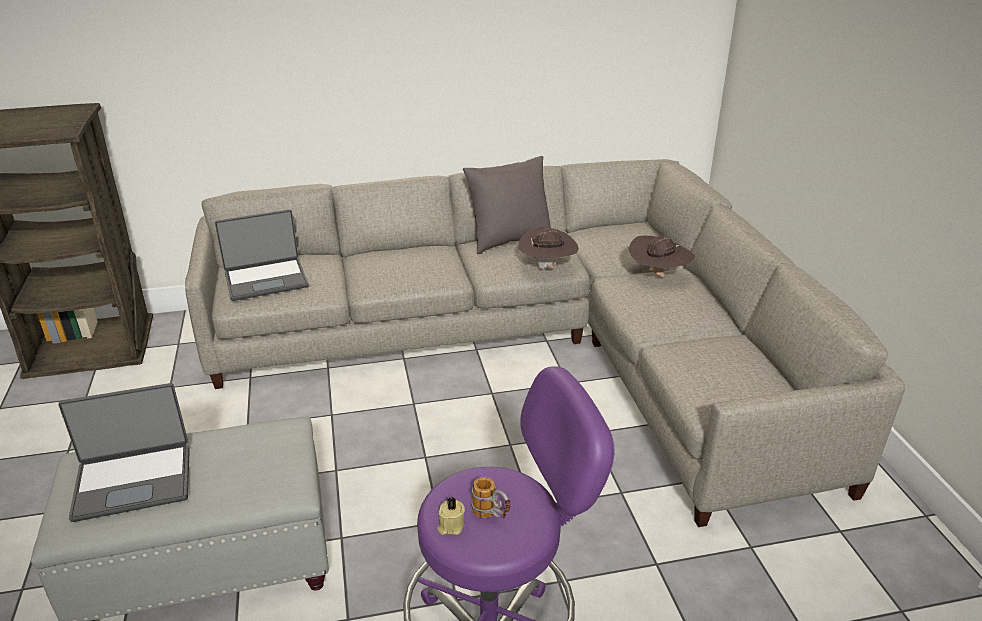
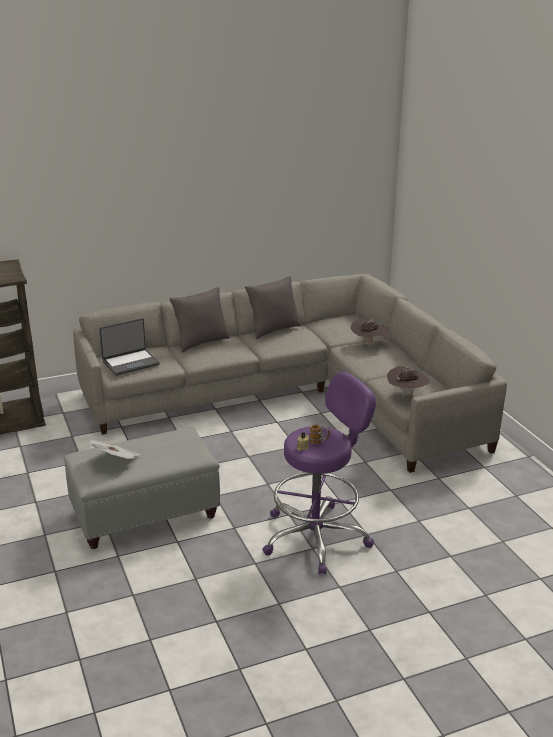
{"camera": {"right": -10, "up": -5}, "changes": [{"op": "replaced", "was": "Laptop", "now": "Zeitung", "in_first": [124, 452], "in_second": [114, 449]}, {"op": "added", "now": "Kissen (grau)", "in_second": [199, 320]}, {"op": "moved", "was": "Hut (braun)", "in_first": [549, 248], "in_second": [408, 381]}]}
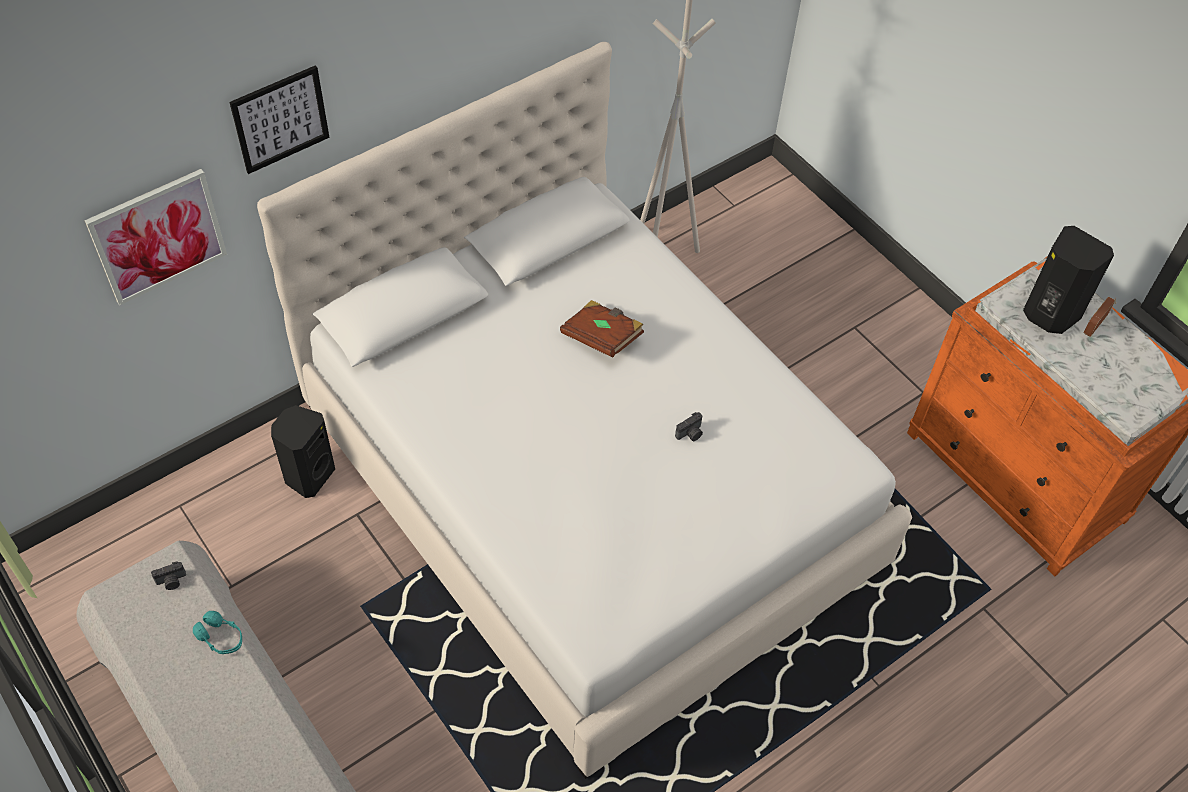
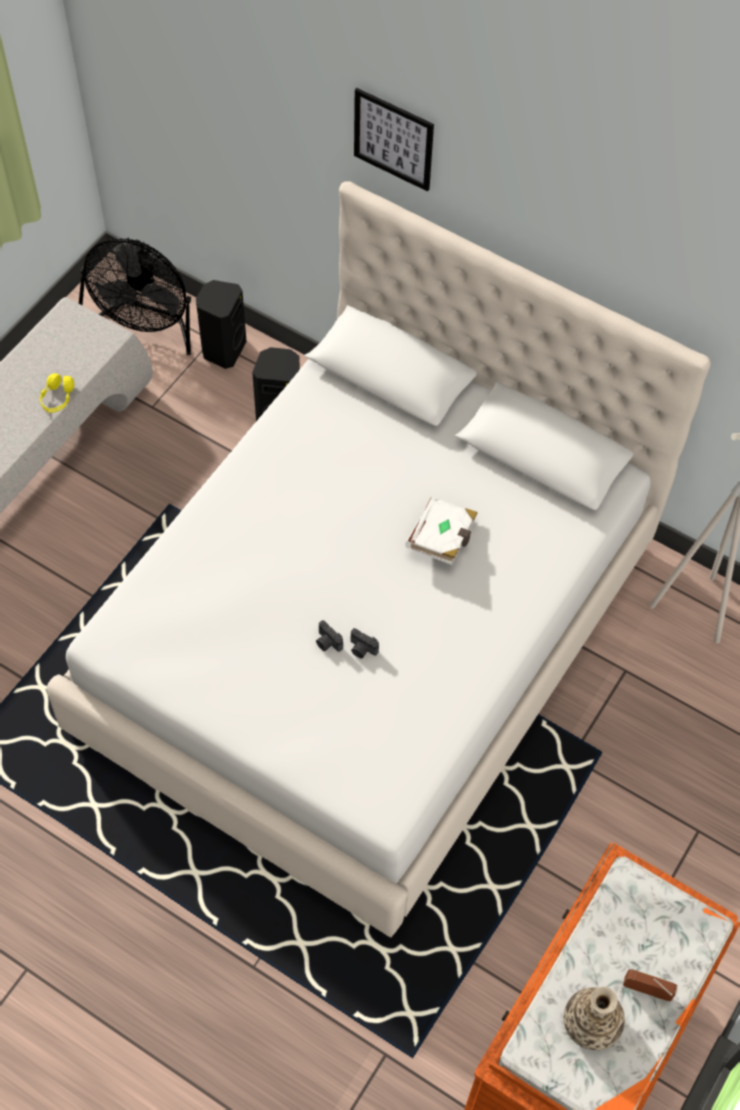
{"camera": {"right": 70, "up": 5}, "changes": [{"op": "recoloured", "was": "Kopfhörer (türkis)", "now": "Kopfhörer (gelb)", "in_first": [217, 632], "in_second": [57, 393]}, {"op": "added", "now": "Ventilator (schwarz)", "in_second": [135, 296]}, {"op": "moved", "was": "Lautsprecher (schwarz)", "in_first": [1068, 280], "in_second": [221, 324]}, {"op": "moved", "was": "Kamera", "in_first": [168, 575], "in_second": [329, 636]}, {"op": "recoloured", "was": "Buch (braun)", "now": "Buch (weiß)", "in_first": [602, 329], "in_second": [441, 531]}, {"op": "added", "now": "Vase", "in_second": [594, 1018]}, {"op": "removed", "was": "Bild", "in_first": [155, 237]}]}
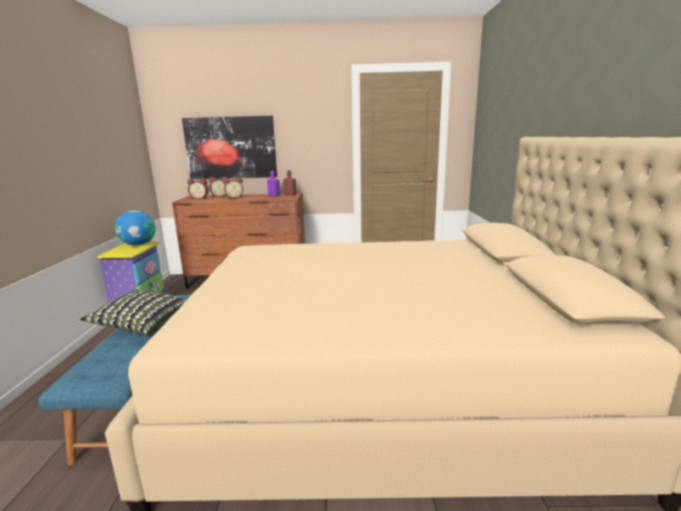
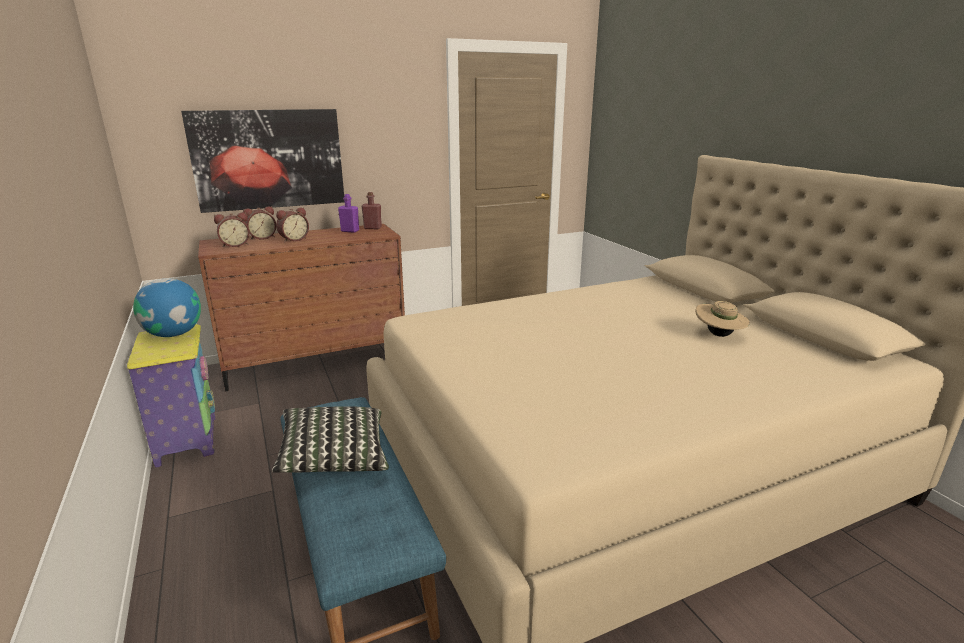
{"camera": {"right": -25, "up": 5}, "changes": [{"op": "added", "now": "Hut (beige)", "in_second": [722, 319]}]}
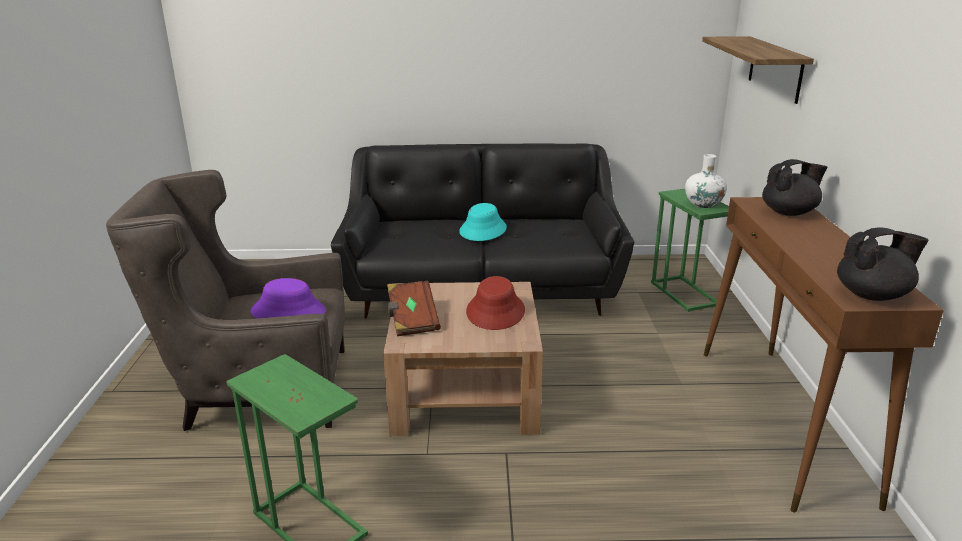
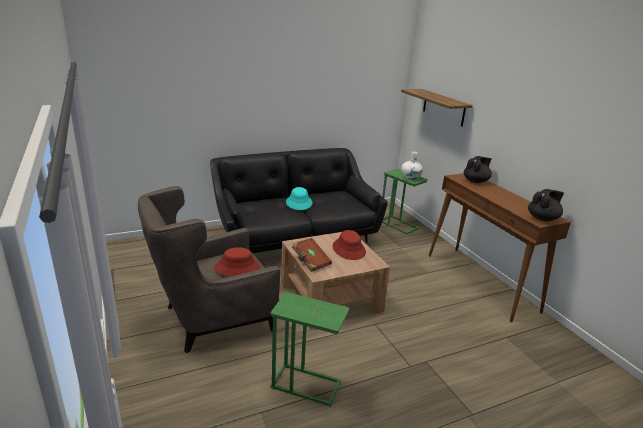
{"camera": {"right": -25, "up": 0}, "changes": [{"op": "recoloured", "was": "Hut (lila)", "now": "Hut (rot)", "in_first": [288, 298], "in_second": [237, 261]}]}
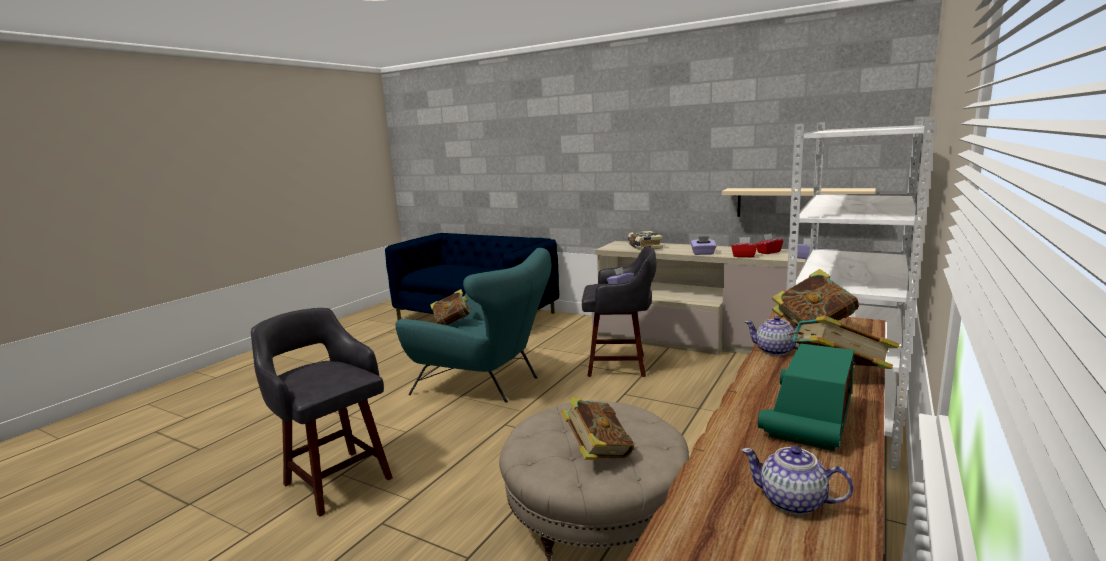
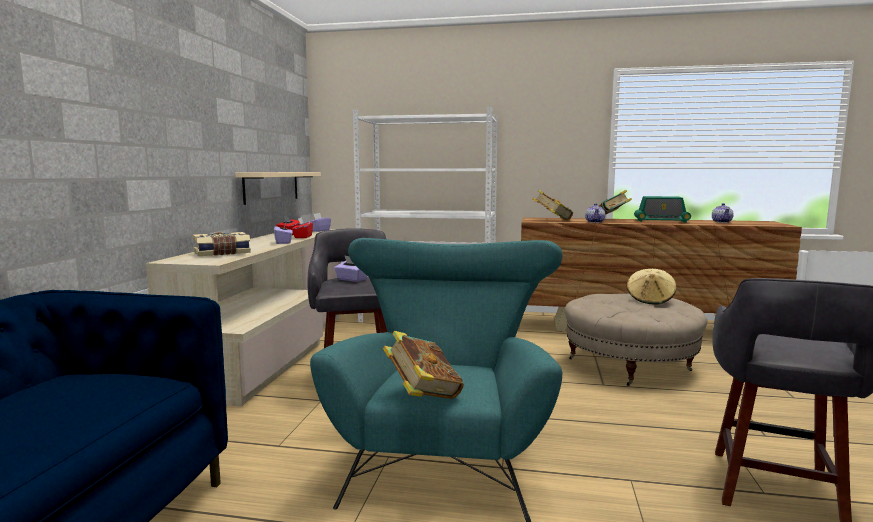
{"camera": {"right": -110, "up": -5}, "changes": [{"op": "replaced", "was": "Buch", "now": "Hut (beige)", "in_first": [597, 428], "in_second": [651, 287]}]}
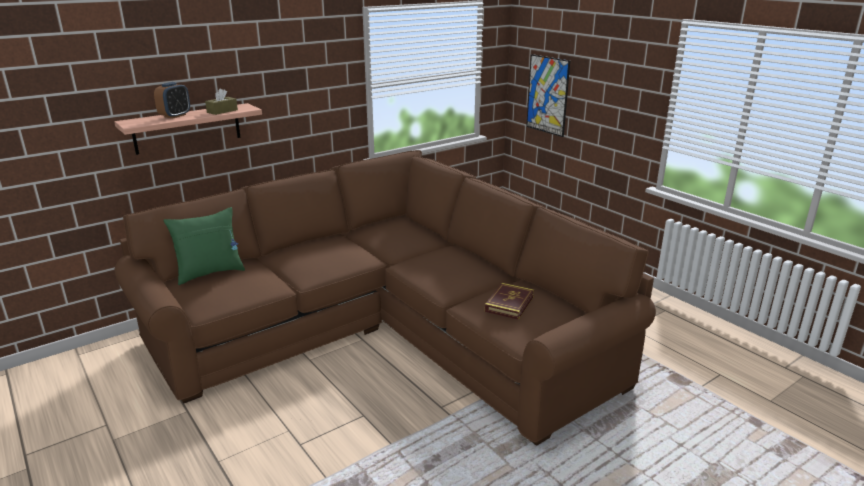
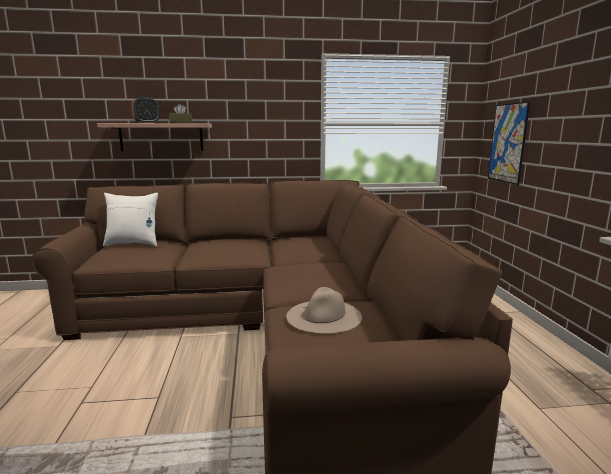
{"camera": {"right": 30, "up": -10}, "changes": [{"op": "recoloured", "was": "Kissen (grün)", "now": "Kissen (weiß)", "in_first": [204, 246], "in_second": [130, 220]}, {"op": "replaced", "was": "Buch", "now": "Hut (beige)", "in_first": [509, 301], "in_second": [324, 310]}]}
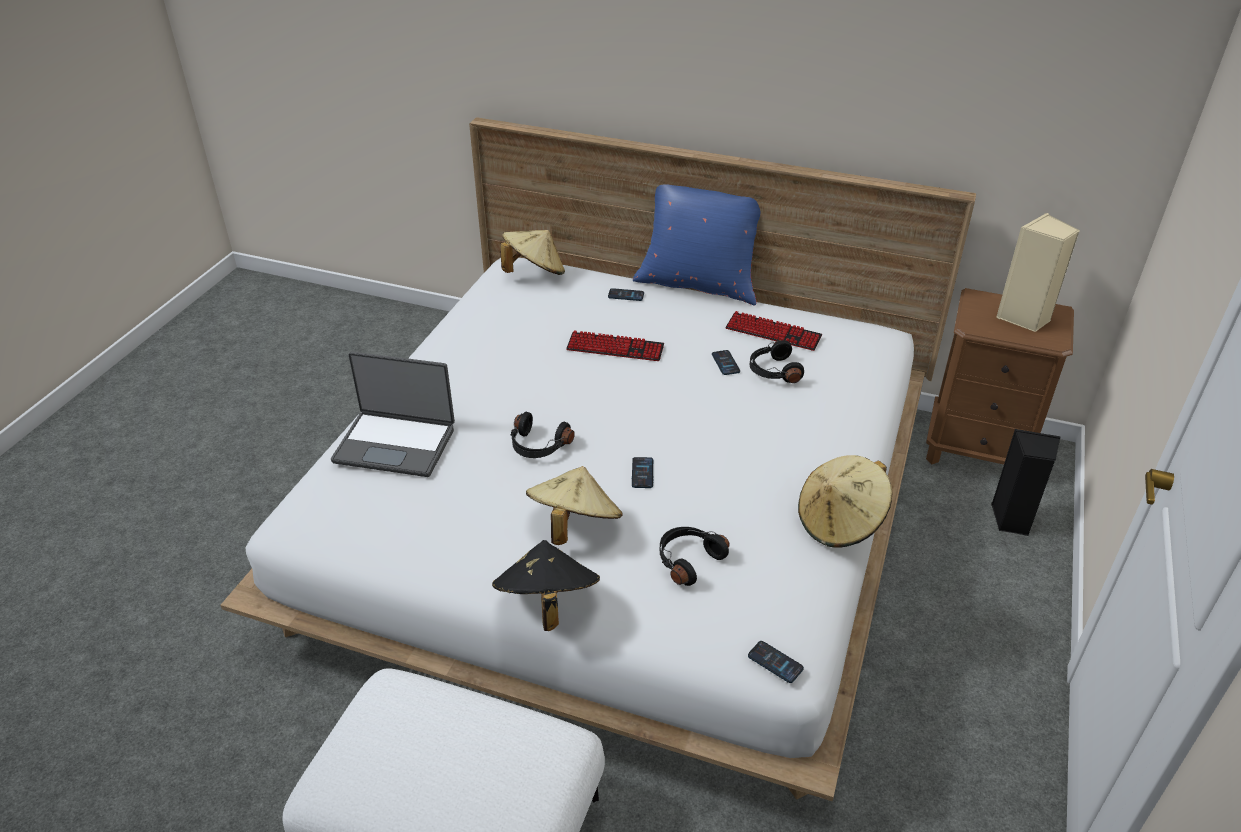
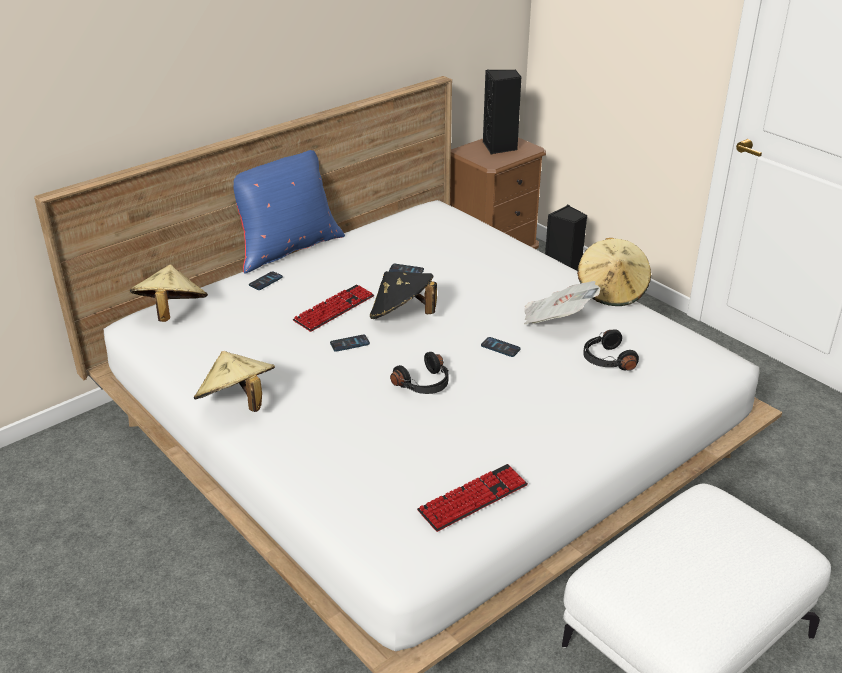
{"camera": {"right": -60, "up": -5}, "changes": [{"op": "moved", "was": "Hut (beige)", "in_first": [574, 505], "in_second": [234, 381]}, {"op": "moved", "was": "Handy", "in_first": [776, 662], "in_second": [350, 343]}, {"op": "moved", "was": "Hut (schwarz)", "in_first": [546, 585], "in_second": [403, 295]}, {"op": "moved", "was": "Tastatur", "in_first": [773, 331], "in_second": [472, 498]}, {"op": "recoloured", "was": "Lautsprecher (beige)", "now": "Lautsprecher (schwarz)", "in_first": [1038, 272], "in_second": [502, 111]}, {"op": "added", "now": "Zeitung", "in_second": [562, 303]}, {"op": "removed", "was": "Laptop", "in_first": [393, 414]}, {"op": "removed", "was": "Kopfhörer (schwarz)", "in_first": [776, 361]}]}
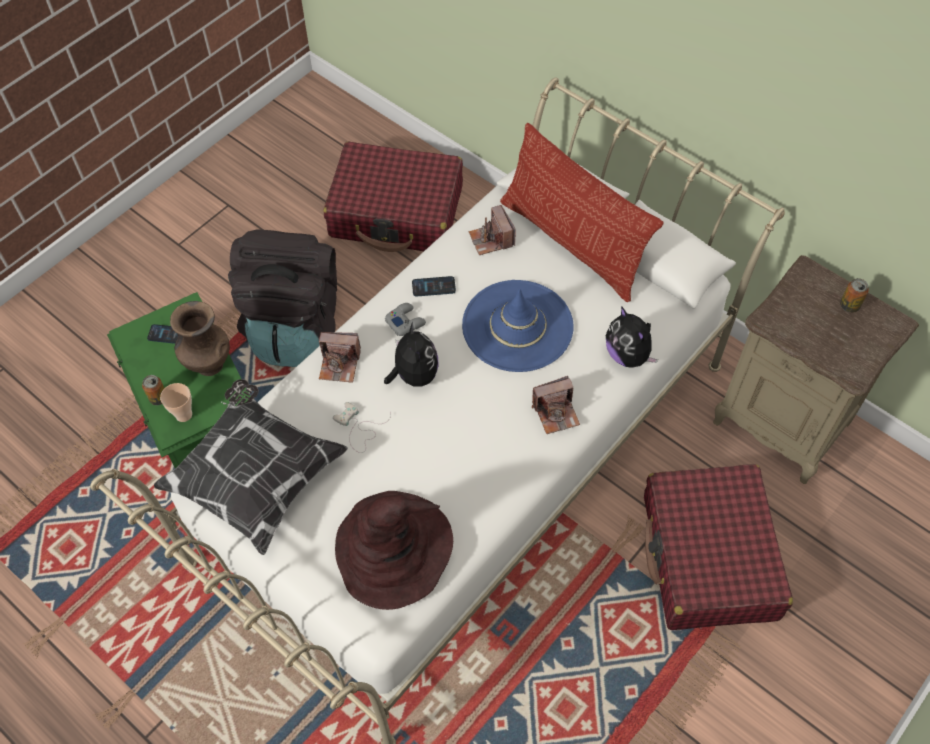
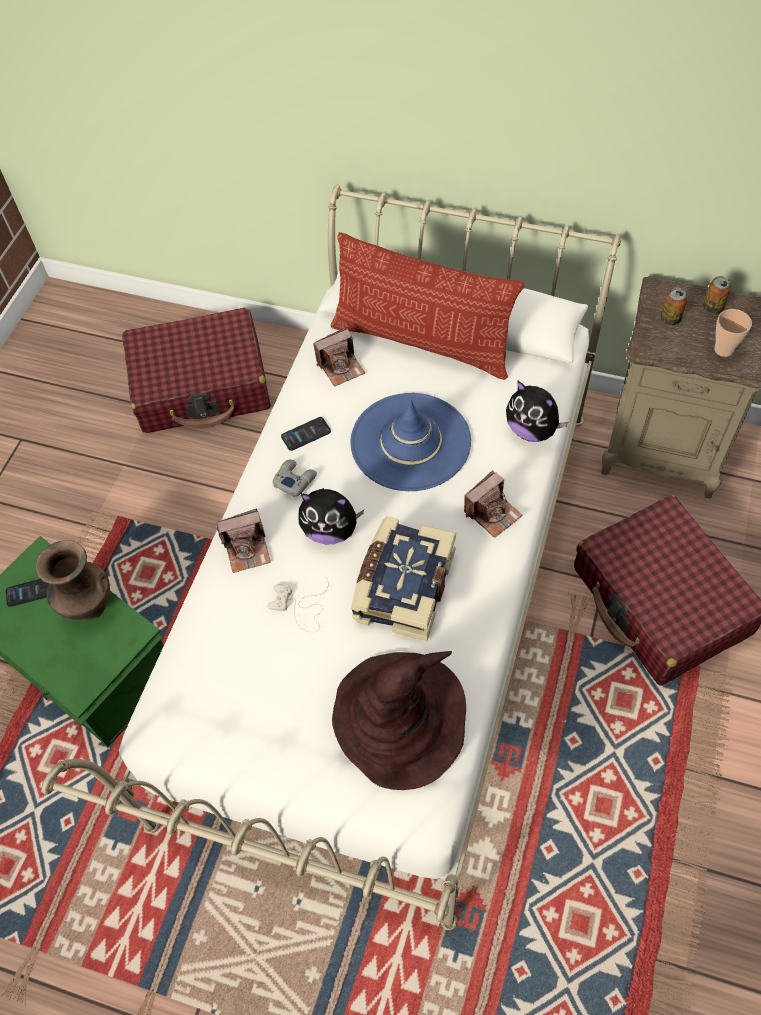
{"camera": {"right": -20, "up": 0}, "changes": [{"op": "turned", "was": "Plüschtier", "in_first": [411, 354], "in_second": [331, 516], "clockwise": 135}, {"op": "turned", "was": "Kamera", "in_first": [492, 230], "in_second": [339, 357], "clockwise": -75}, {"op": "added", "now": "Buch", "in_second": [403, 578]}, {"op": "moved", "was": "Dose", "in_first": [153, 390], "in_second": [674, 306]}, {"op": "moved", "was": "Tasse", "in_first": [176, 402], "in_second": [733, 333]}, {"op": "removed", "was": "Kissen", "in_first": [251, 467]}, {"op": "removed", "was": "Rucksack (schwarz)", "in_first": [282, 298]}]}
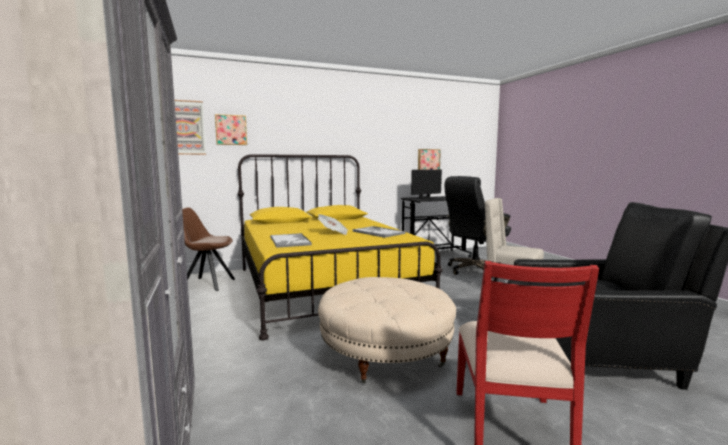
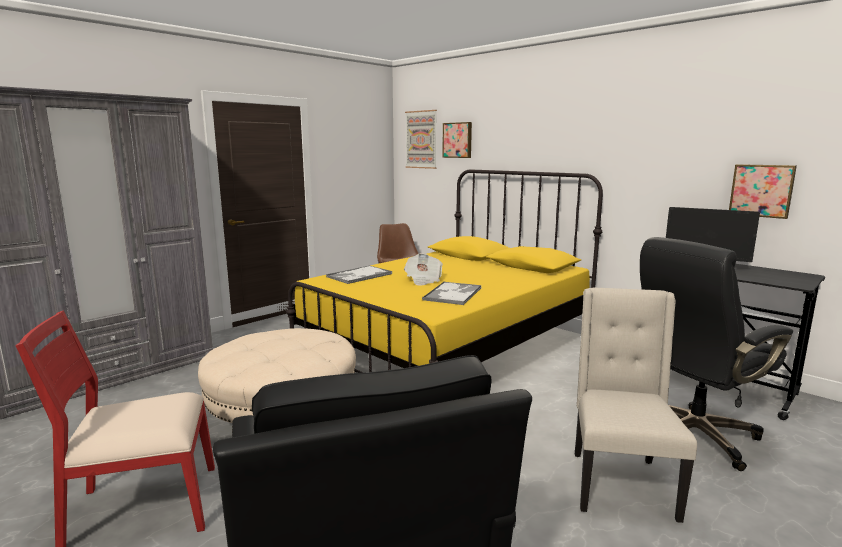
{"camera": {"right": 65, "up": 5}, "changes": [{"op": "turned", "was": "Bürostuhl (schwarz)", "in_first": [478, 227], "in_second": [716, 354], "clockwise": -60}]}
